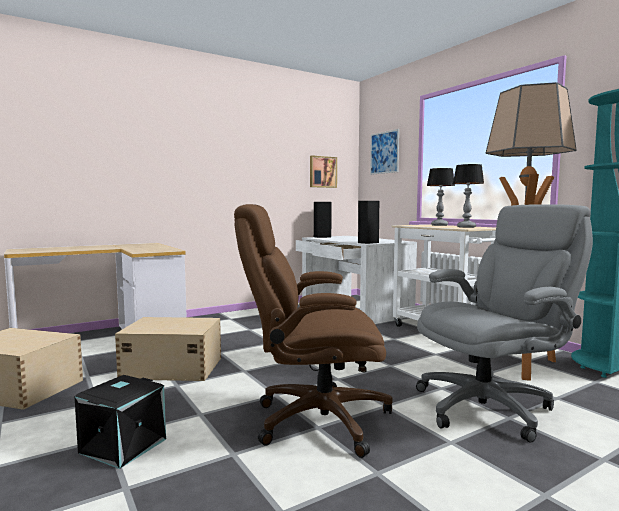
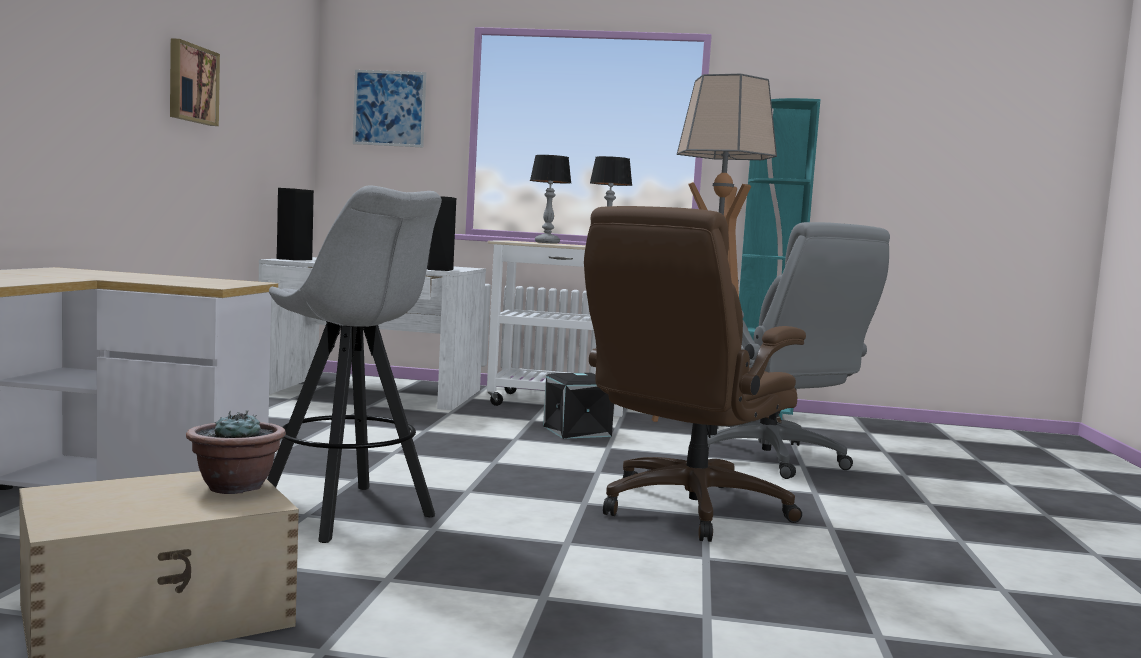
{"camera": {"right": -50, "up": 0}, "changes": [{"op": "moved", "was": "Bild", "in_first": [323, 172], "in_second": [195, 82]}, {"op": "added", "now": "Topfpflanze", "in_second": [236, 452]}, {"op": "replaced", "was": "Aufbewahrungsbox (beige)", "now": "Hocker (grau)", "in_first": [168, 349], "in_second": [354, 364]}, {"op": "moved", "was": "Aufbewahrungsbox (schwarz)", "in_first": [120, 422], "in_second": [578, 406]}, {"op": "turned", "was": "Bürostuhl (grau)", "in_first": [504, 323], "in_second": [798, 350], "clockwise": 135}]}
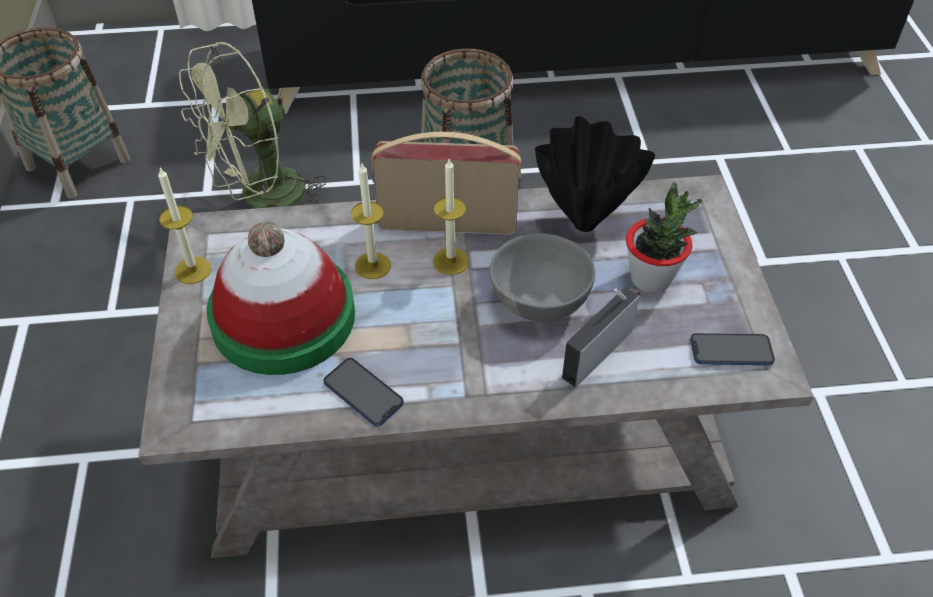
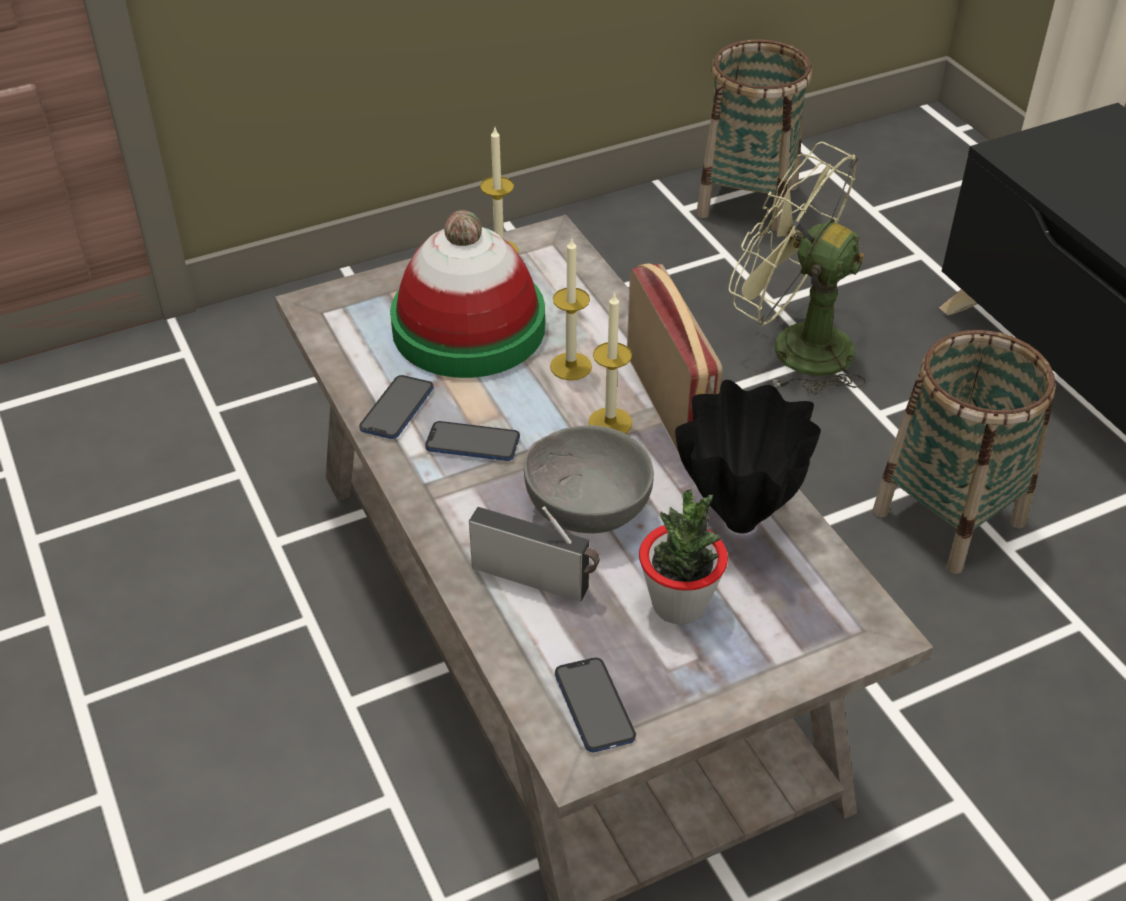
{"camera": {"right": 70, "up": -5}, "changes": [{"op": "added", "now": "Handy", "in_second": [472, 441]}]}
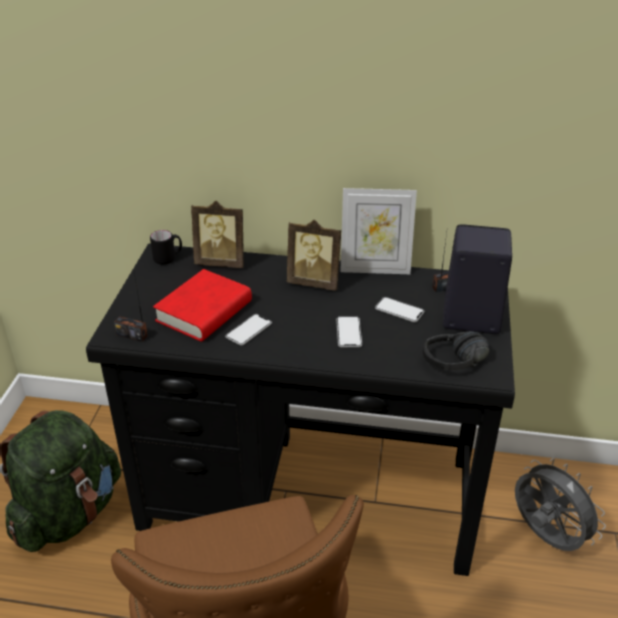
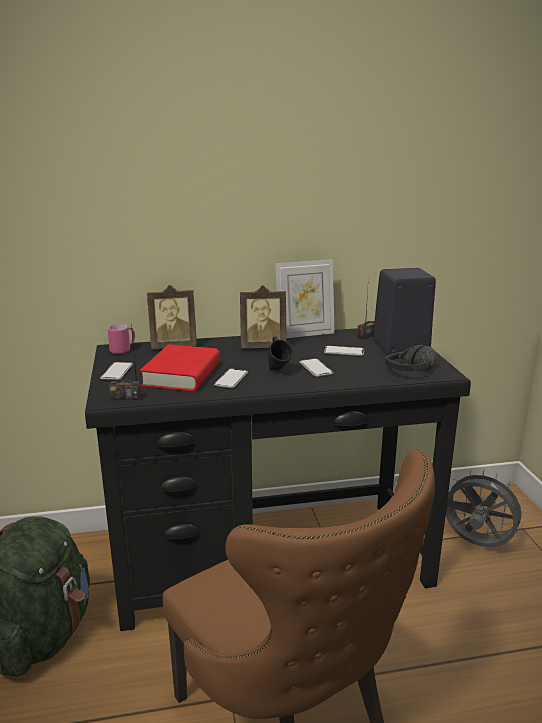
{"camera": {"right": -20, "up": -15}, "changes": [{"op": "added", "now": "Handy", "in_second": [116, 371]}, {"op": "recoloured", "was": "Henkelbecher (schwarz)", "now": "Henkelbecher (rosa)", "in_first": [166, 247], "in_second": [121, 339]}, {"op": "added", "now": "Henkelbecher (blau)", "in_second": [281, 353]}]}
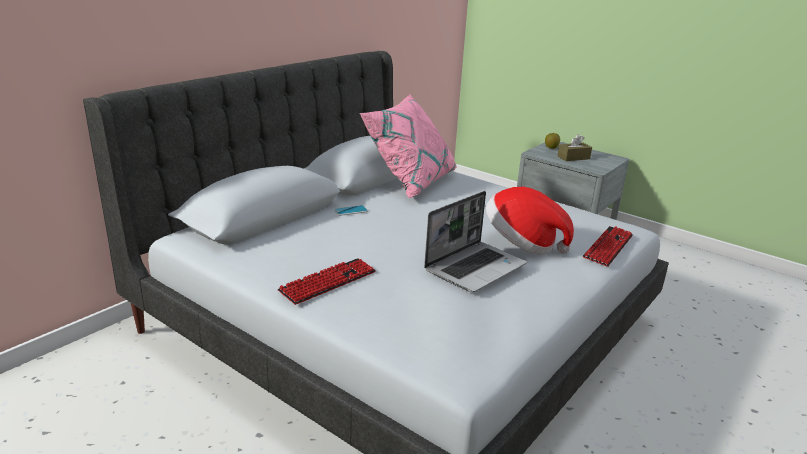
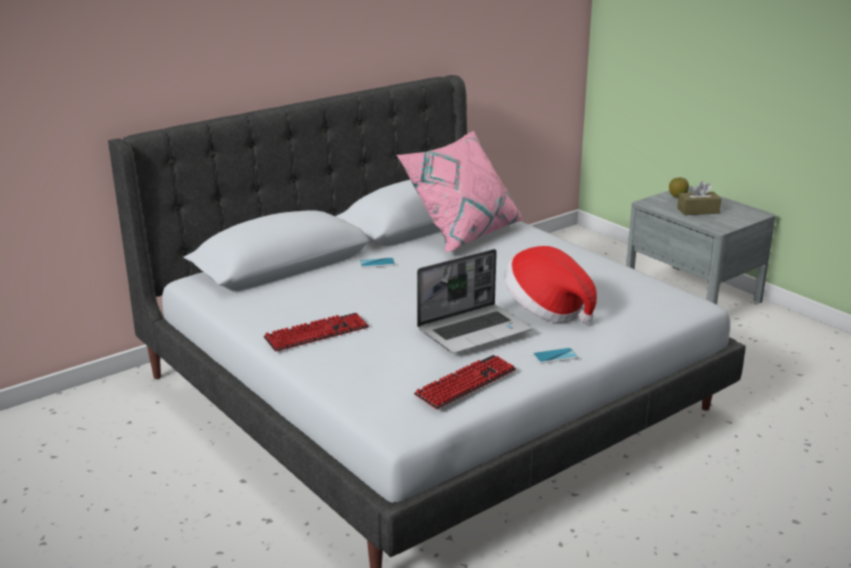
{"camera": {"right": 15, "up": 0}, "changes": [{"op": "moved", "was": "Tastatur", "in_first": [608, 246], "in_second": [465, 382]}, {"op": "added", "now": "Handy", "in_second": [555, 356]}]}
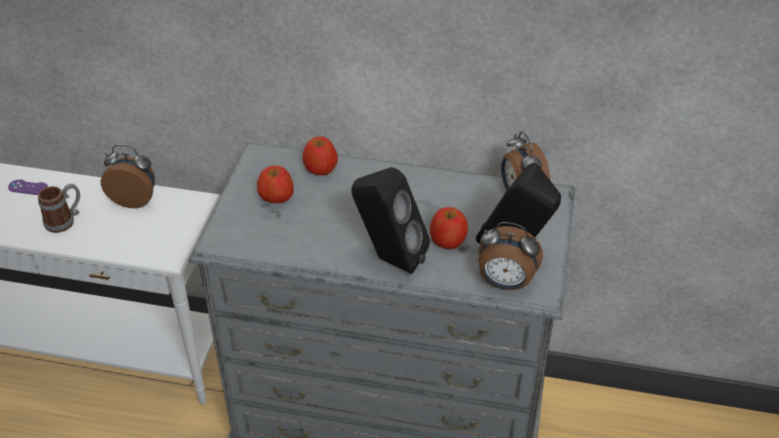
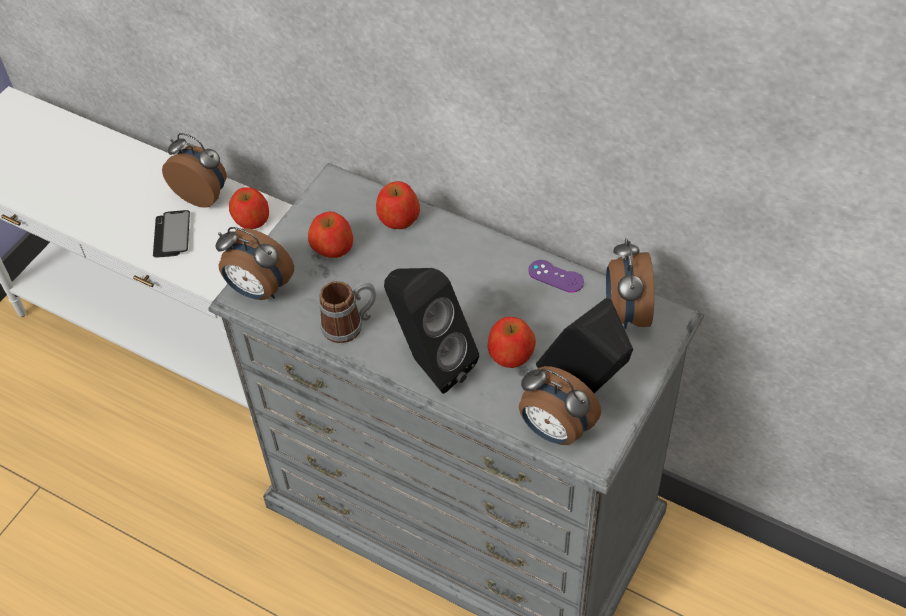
{"camera": {"right": 20, "up": 10}, "changes": [{"op": "added", "now": "Handy", "in_second": [171, 233]}, {"op": "added", "now": "Wecker", "in_second": [254, 263]}, {"op": "added", "now": "Apfel", "in_second": [249, 208]}, {"op": "moved", "was": "Henkelbecher", "in_first": [59, 208], "in_second": [348, 312]}, {"op": "moved", "was": "Gamepad (lila)", "in_first": [28, 187], "in_second": [556, 276]}]}
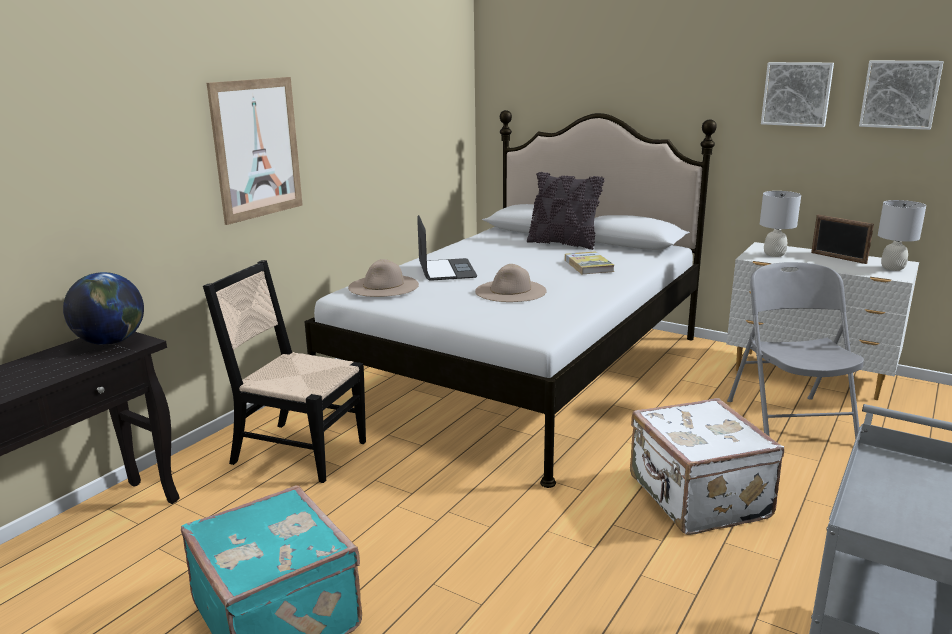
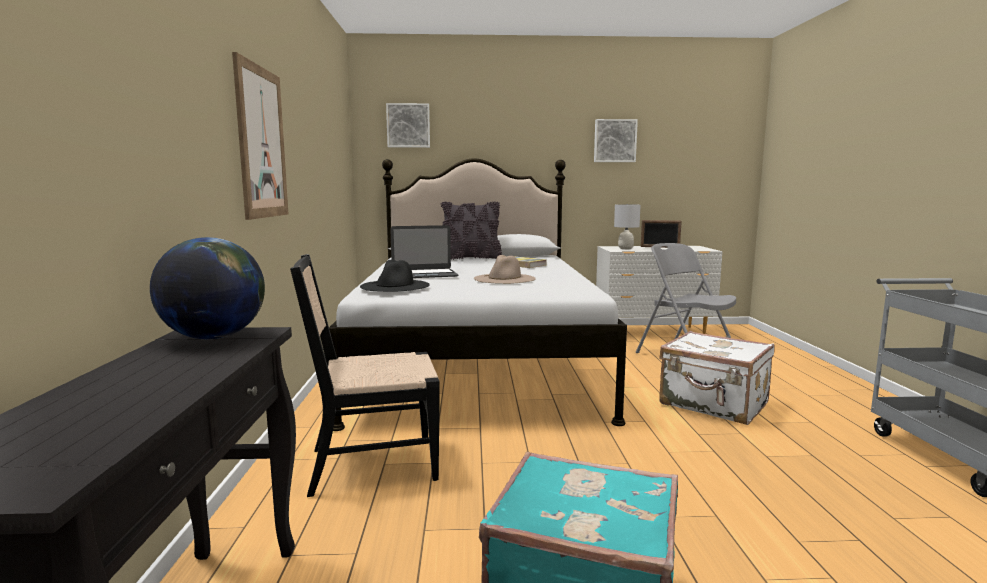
{"camera": {"right": -35, "up": -10}, "changes": [{"op": "recoloured", "was": "Hut (beige)", "now": "Hut (schwarz)", "in_first": [383, 278], "in_second": [395, 276]}, {"op": "moved", "was": "Bild", "in_first": [901, 95], "in_second": [408, 125]}, {"op": "turned", "was": "Laptop", "in_first": [447, 248], "in_second": [424, 251], "clockwise": 120}, {"op": "removed", "was": "Tischlampe (grau)", "in_first": [902, 235]}]}
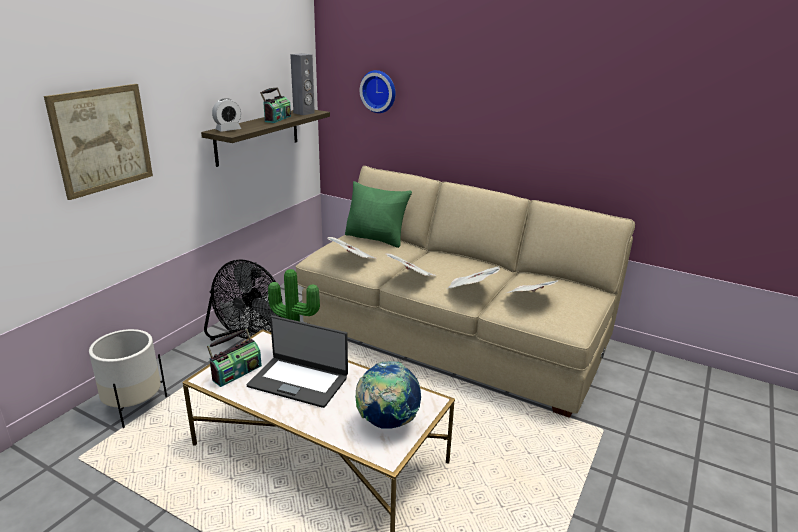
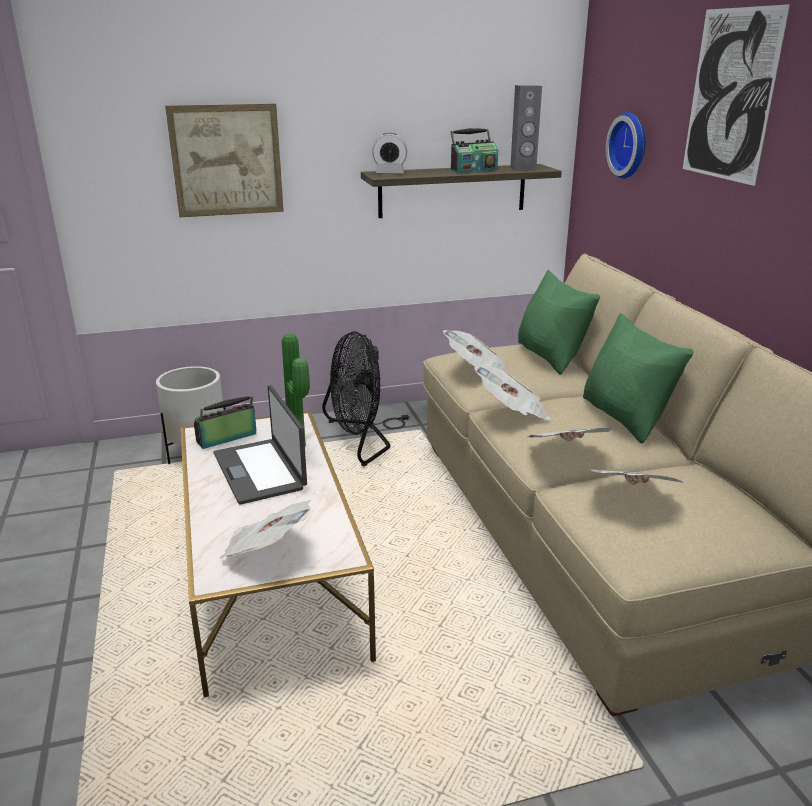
{"camera": {"right": 45, "up": 0}, "changes": [{"op": "turned", "was": "Radio", "in_first": [234, 357], "in_second": [225, 422], "clockwise": 150}, {"op": "replaced", "was": "Globus", "now": "Zeitung", "in_first": [388, 394], "in_second": [265, 529]}, {"op": "added", "now": "Kissen (grün)", "in_second": [638, 378]}, {"op": "added", "now": "Bild", "in_second": [736, 95]}]}
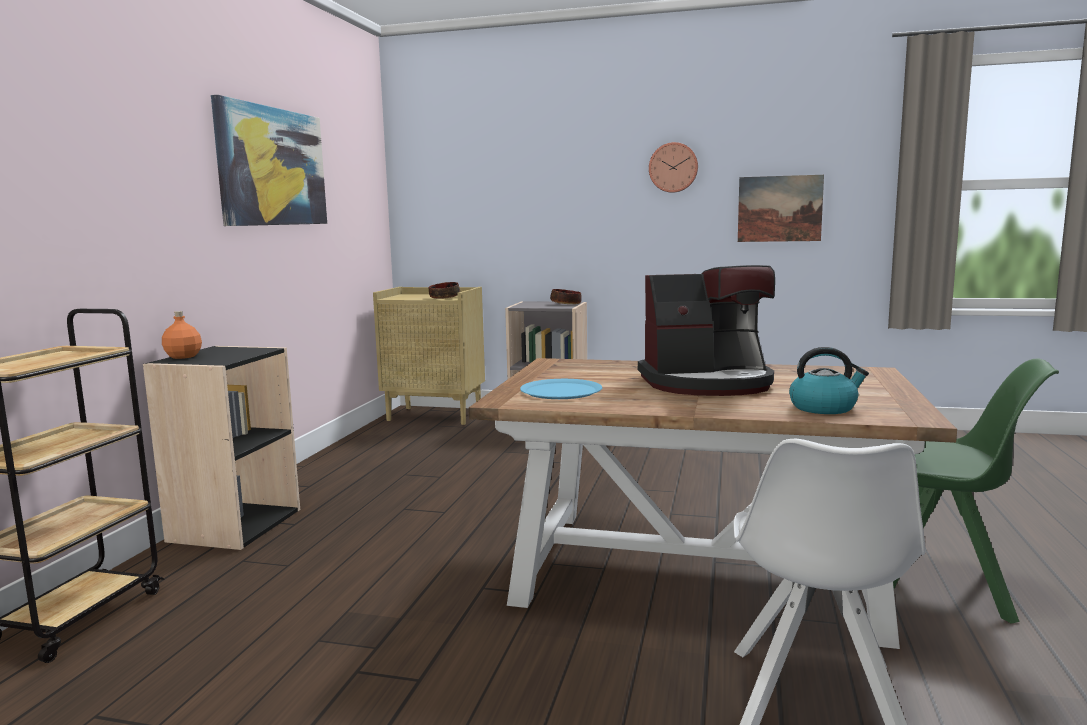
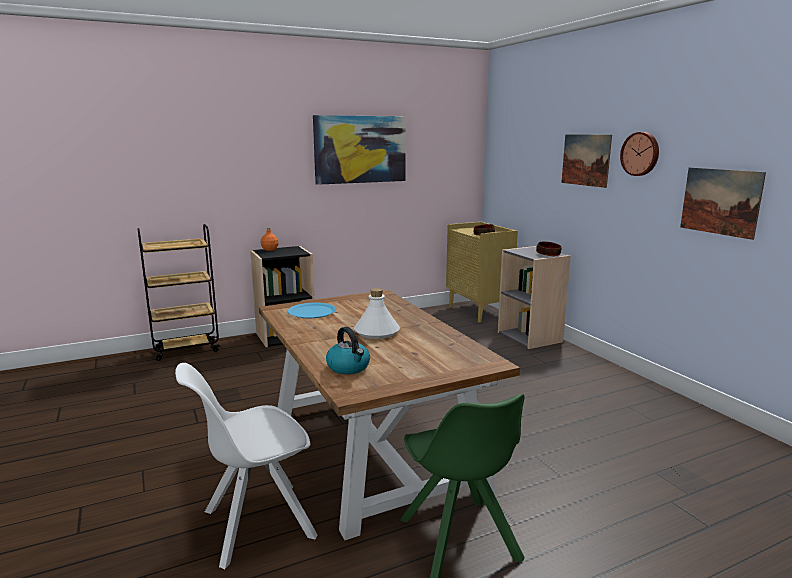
{"camera": {"right": 50, "up": 5}, "changes": [{"op": "replaced", "was": "Kaffeemaschine", "now": "Flasche (weiß)", "in_first": [706, 330], "in_second": [377, 313]}, {"op": "added", "now": "Bild", "in_second": [586, 161]}]}
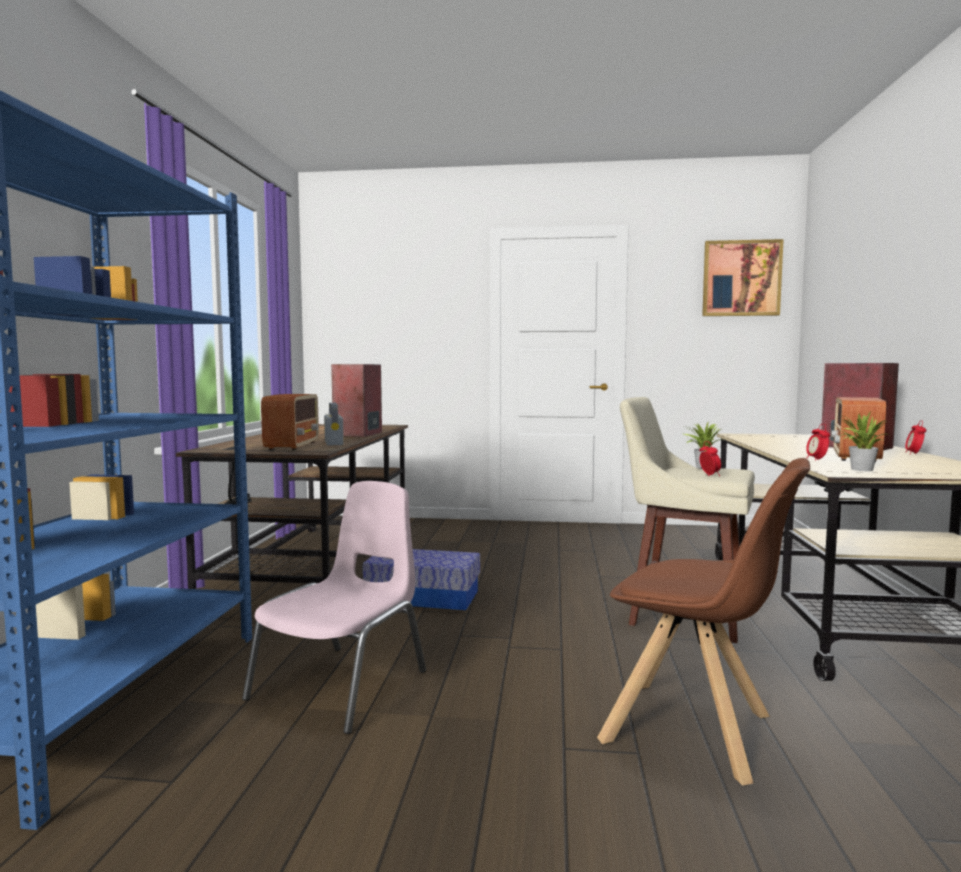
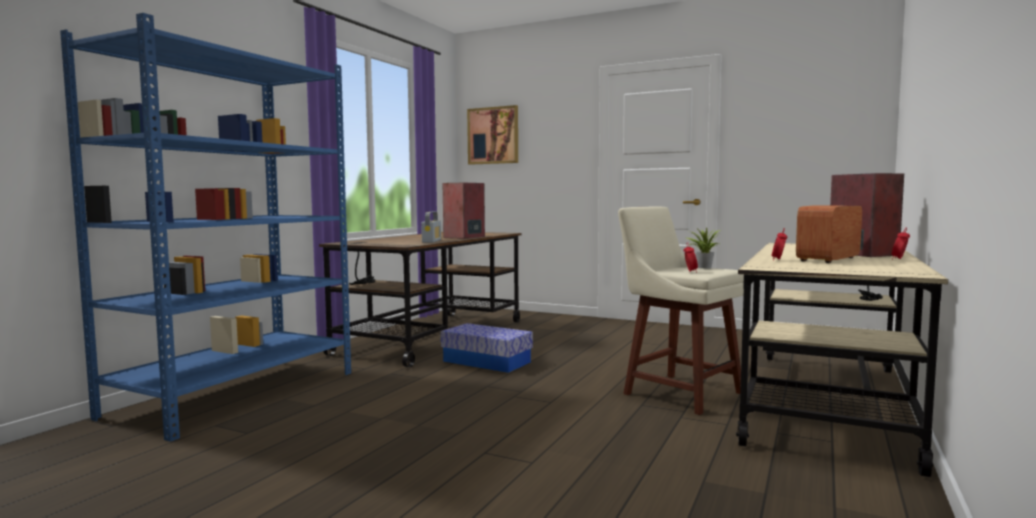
{"camera": {"right": 20, "up": 0}, "changes": [{"op": "moved", "was": "Bild", "in_first": [743, 277], "in_second": [492, 135]}, {"op": "removed", "was": "Stuhl (rosa)", "in_first": [334, 607]}, {"op": "removed", "was": "Radio", "in_first": [290, 422]}, {"op": "removed", "was": "Stuhl (braun)", "in_first": [703, 622]}, {"op": "removed", "was": "Topfpflanze", "in_first": [863, 442]}]}
